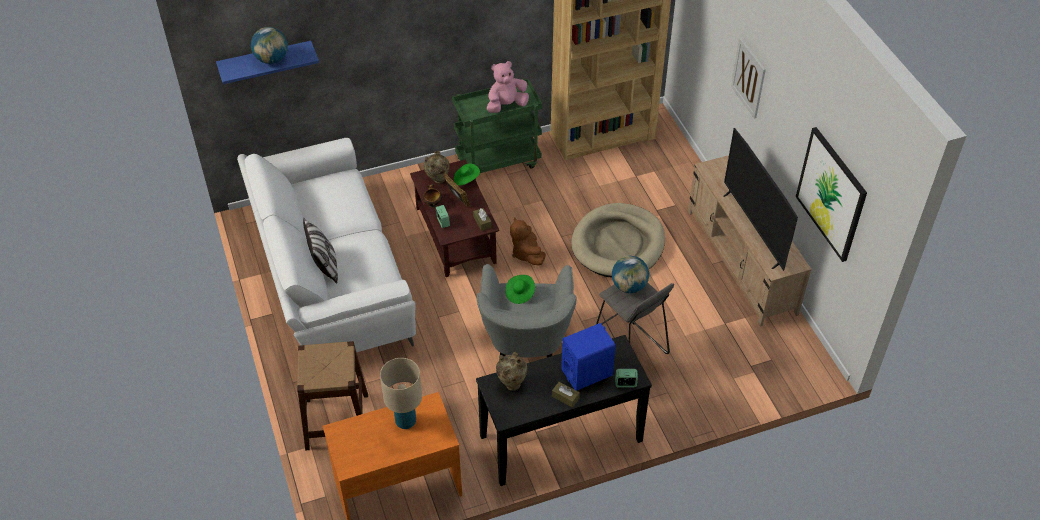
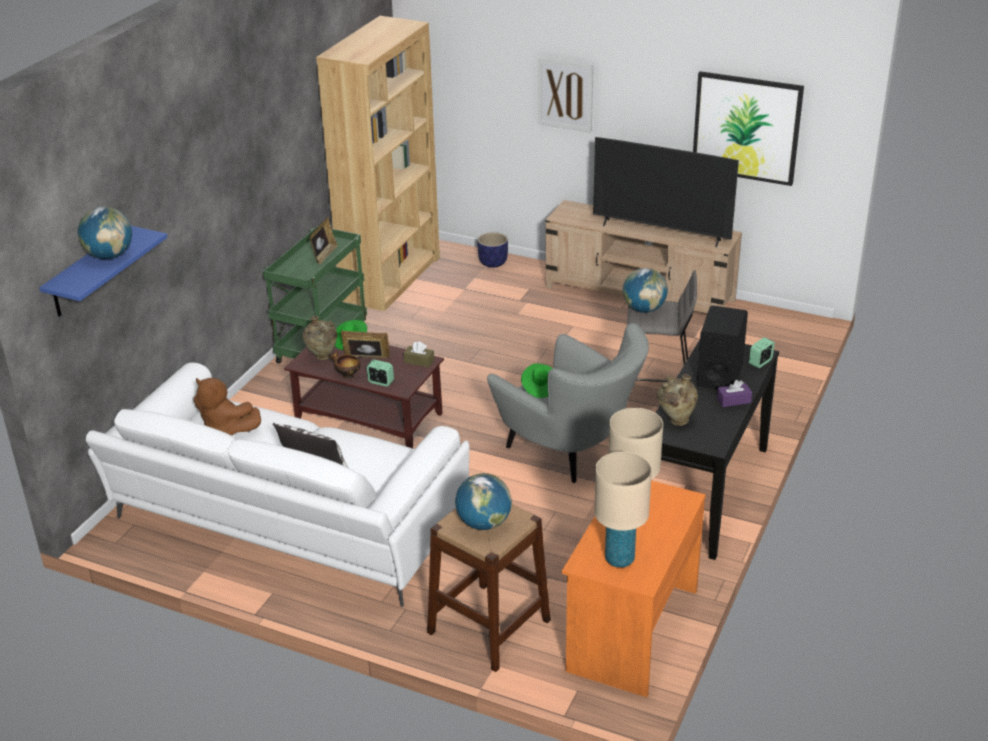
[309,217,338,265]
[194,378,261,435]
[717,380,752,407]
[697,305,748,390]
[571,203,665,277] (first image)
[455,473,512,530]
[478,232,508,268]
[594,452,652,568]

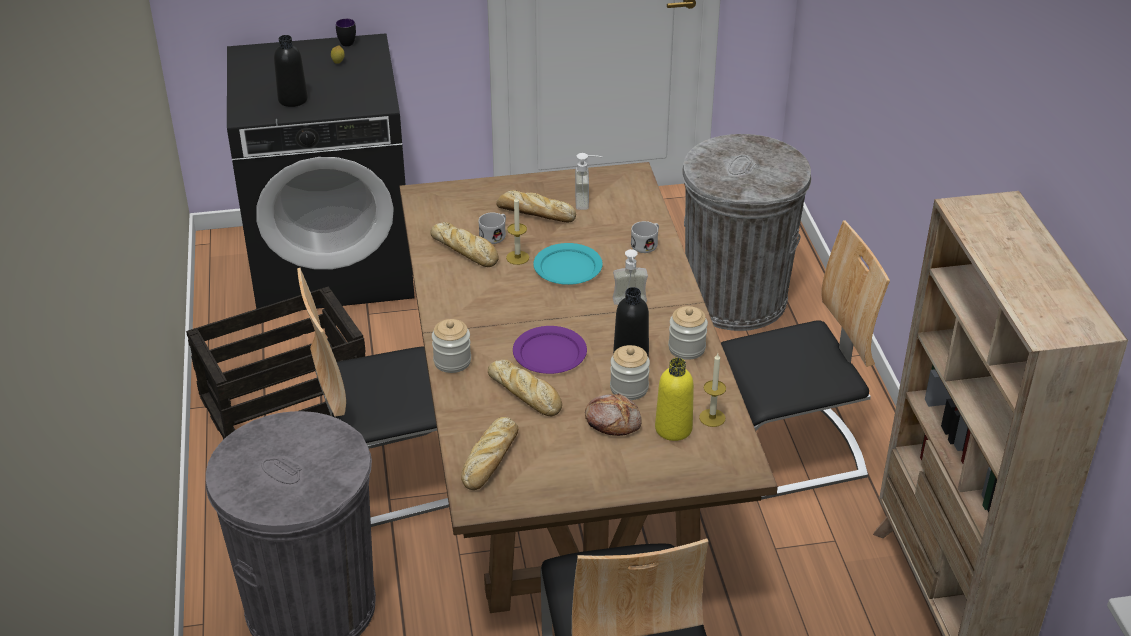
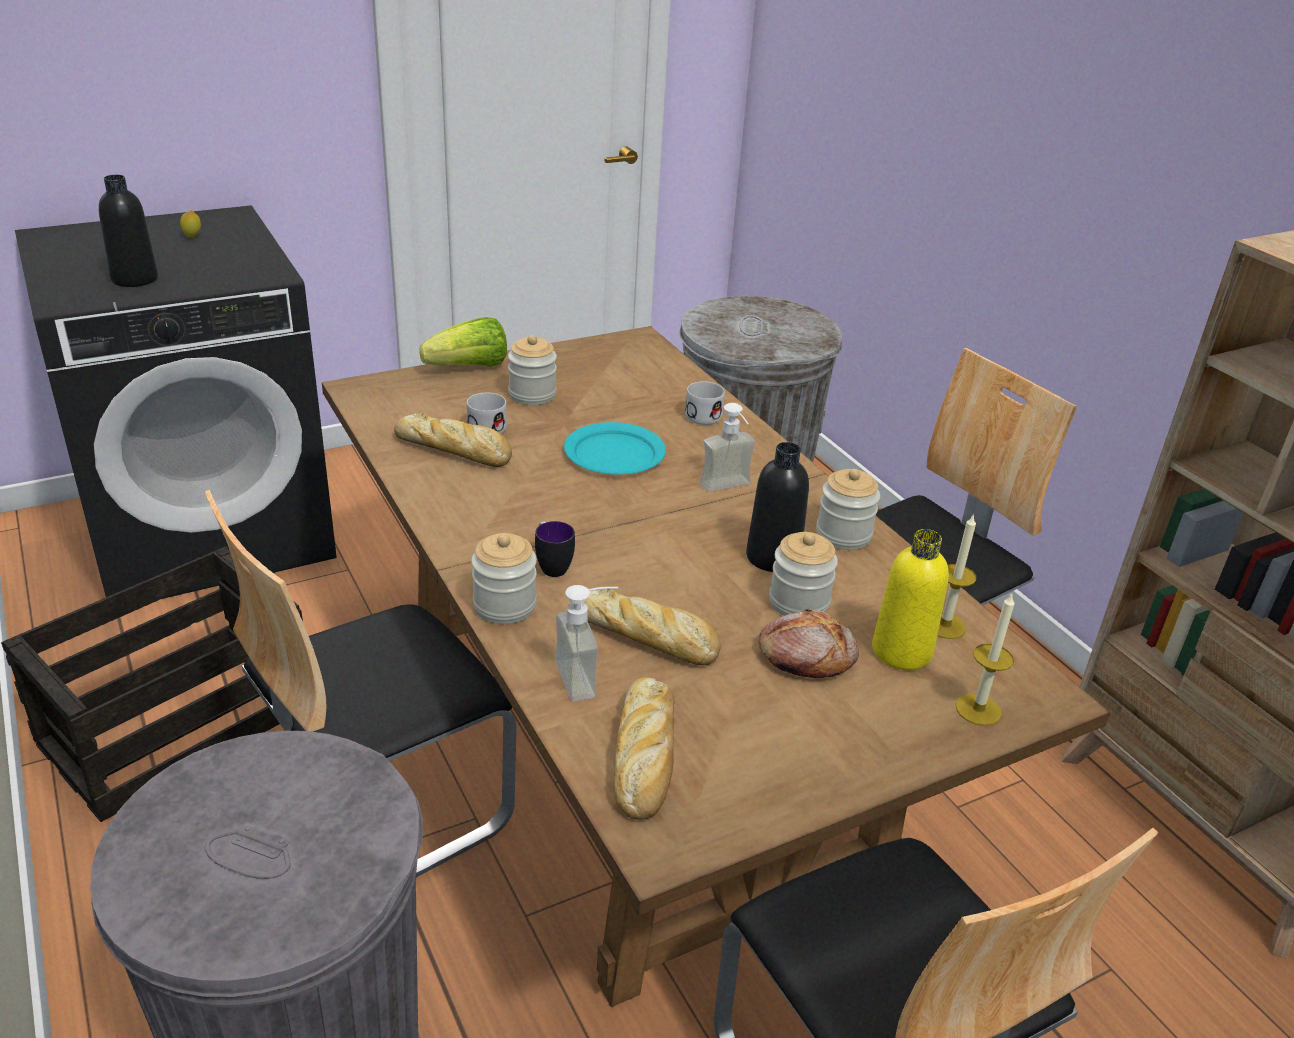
[535,521,575,577]
[508,335,557,405]
[956,592,1015,726]
[513,326,587,374] (first image)
[555,585,618,702]
[419,317,507,367]

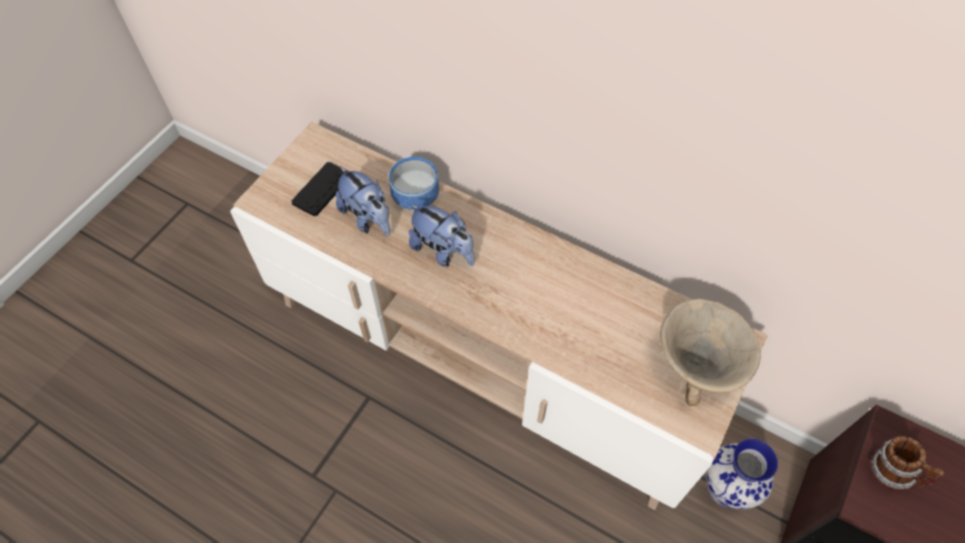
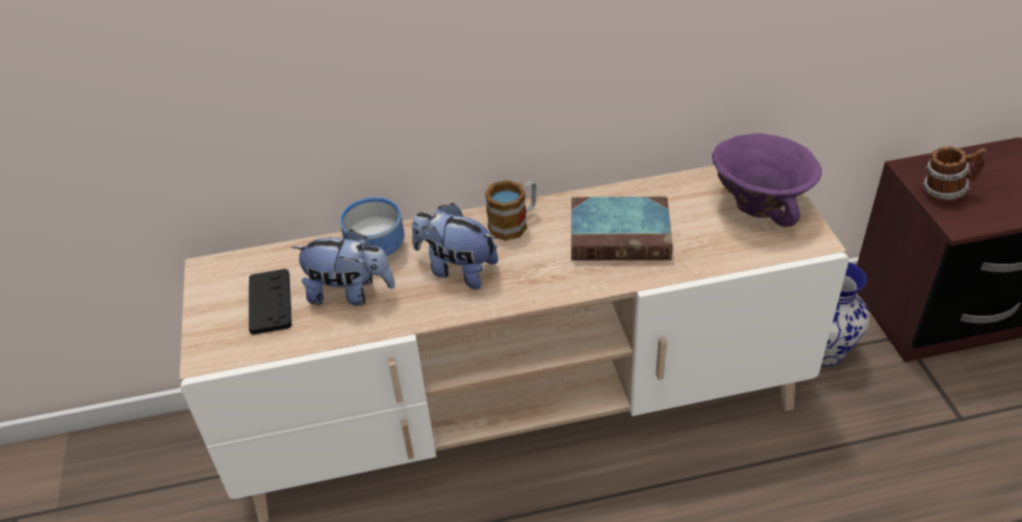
[412,203,498,289]
[712,133,822,227]
[485,180,537,241]
[571,197,673,260]

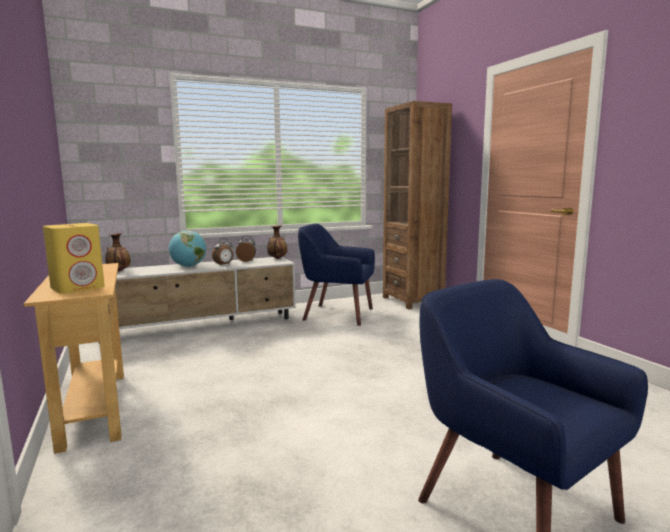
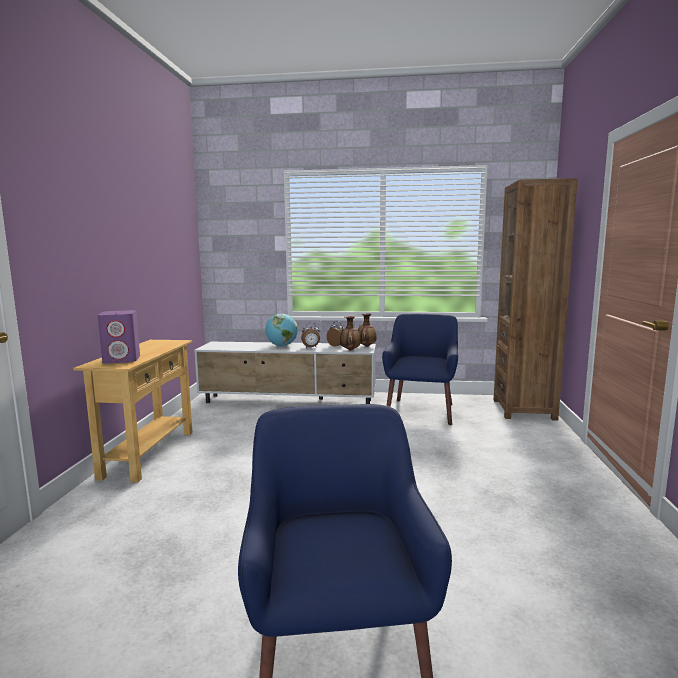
[98,310,140,364]
[340,316,361,351]
[382,313,458,425]

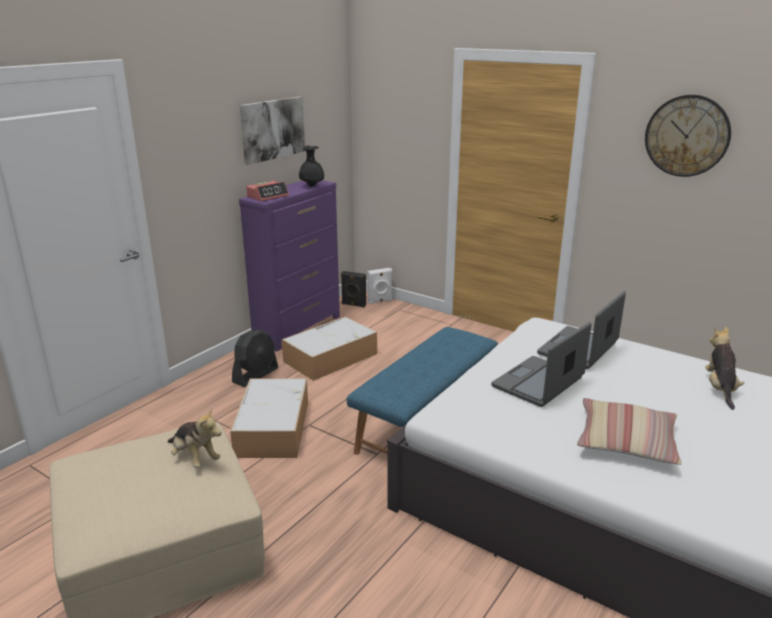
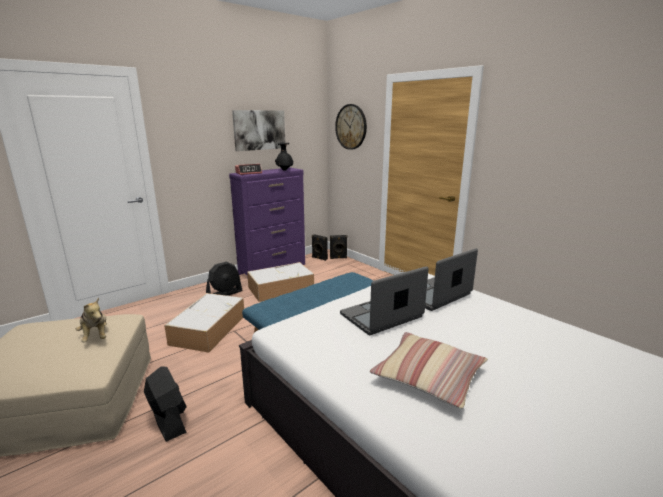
[330,235,347,259]
[335,104,367,150]
[705,327,744,410] (first image)
[144,367,187,442]

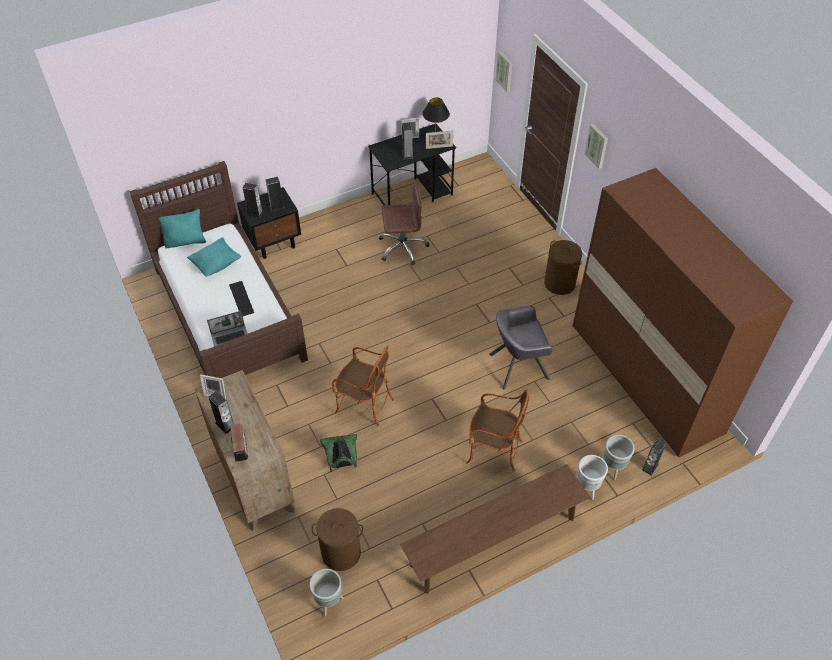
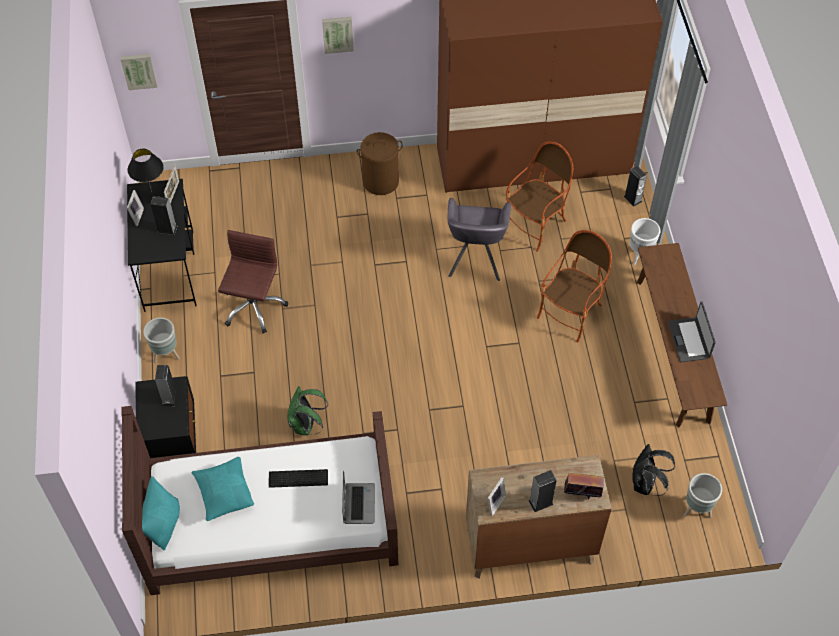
[243,183,263,218] (first image)
[632,444,675,496]
[287,386,328,435]
[506,141,573,252]
[143,318,180,363]
[668,301,716,362]

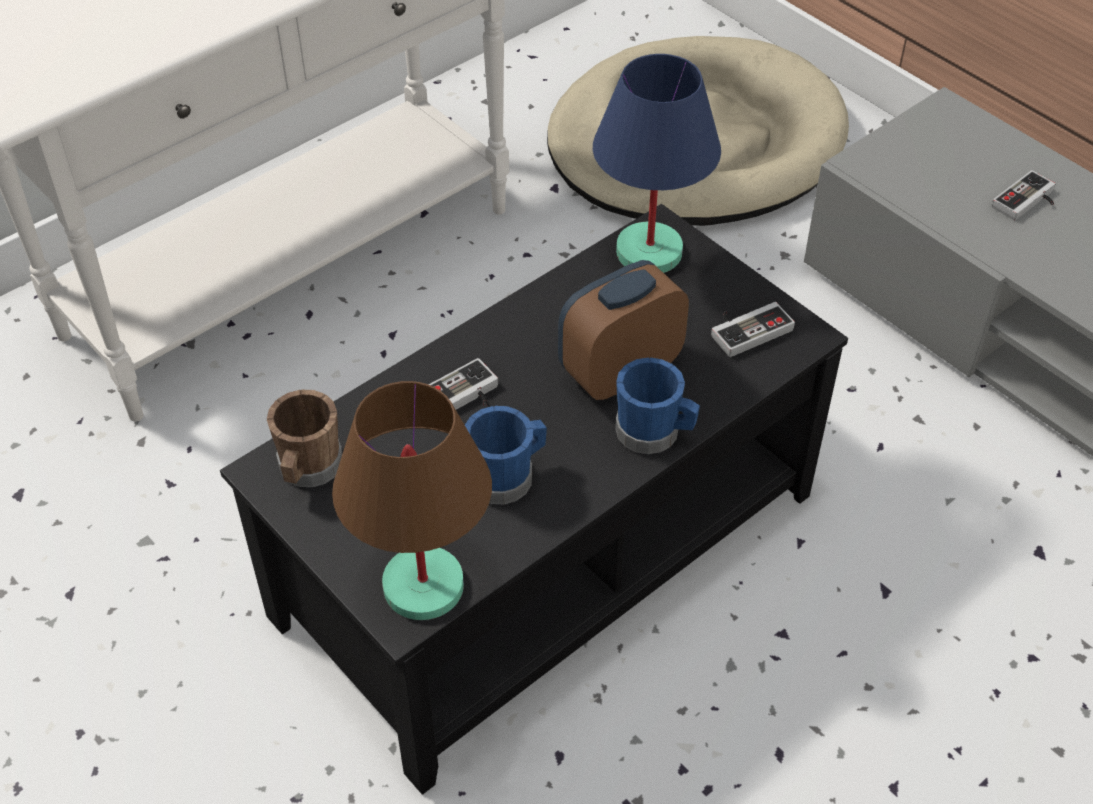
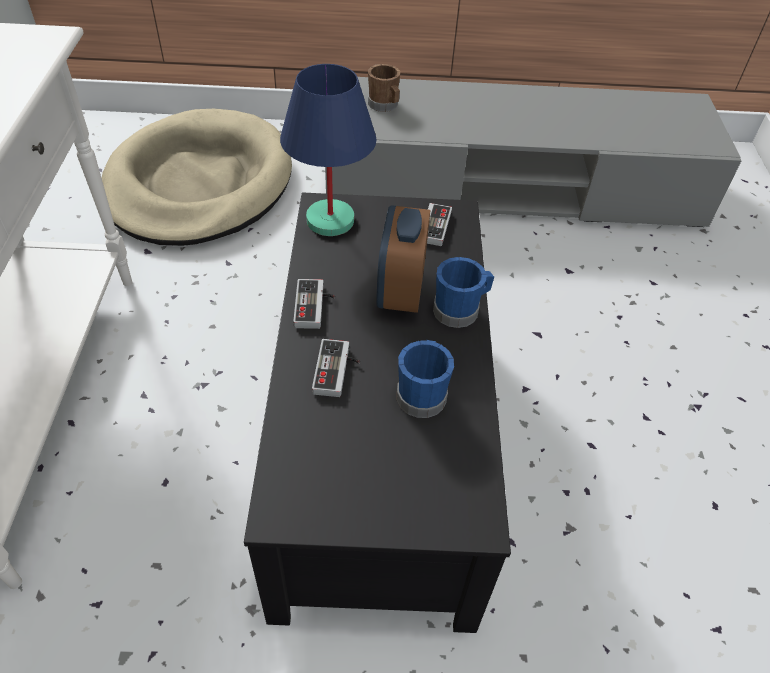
[368,64,400,112]
[332,381,492,620] (first image)
[293,279,335,329]

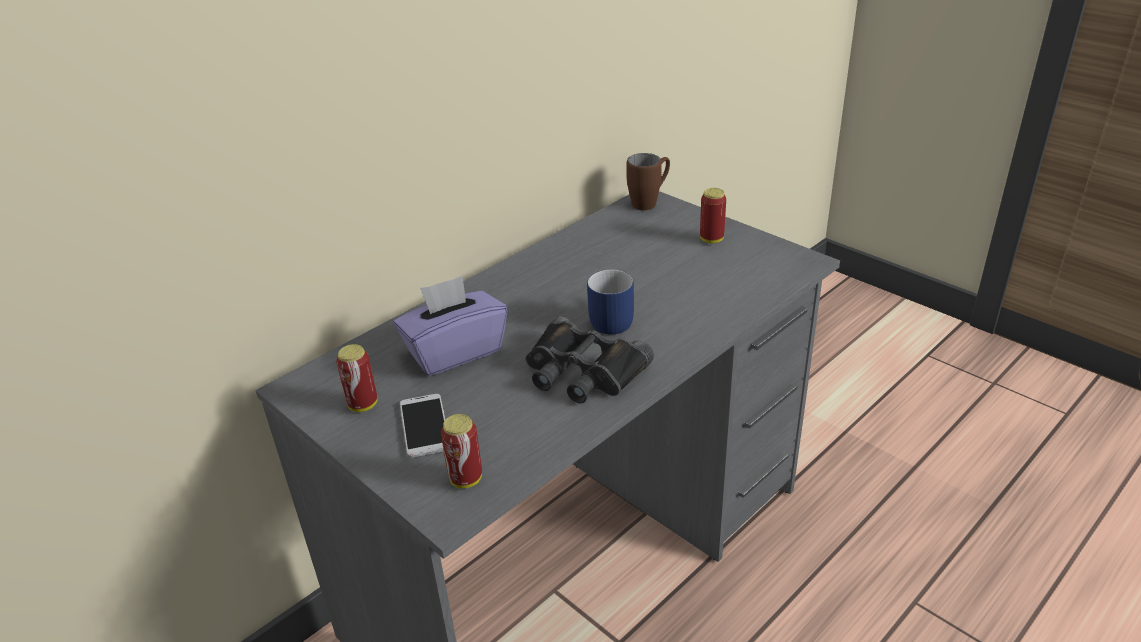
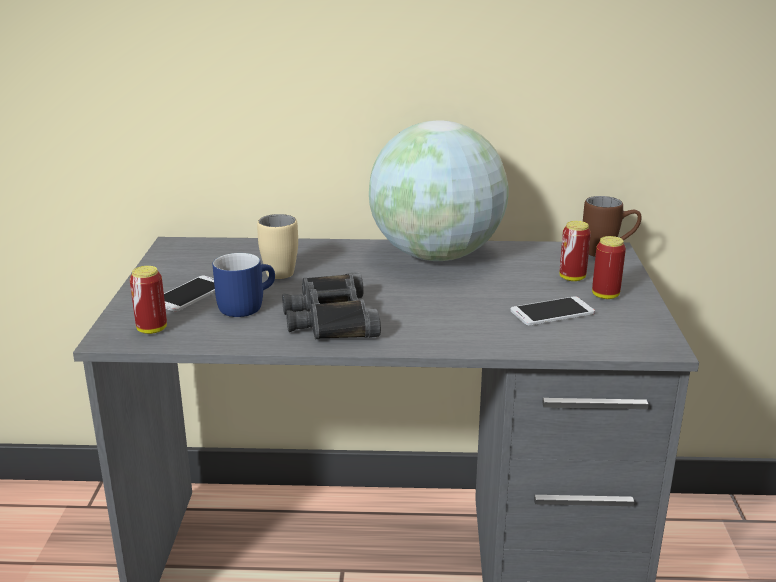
[559,221,591,281]
[257,214,298,279]
[212,253,275,317]
[369,120,509,261]
[510,296,595,326]

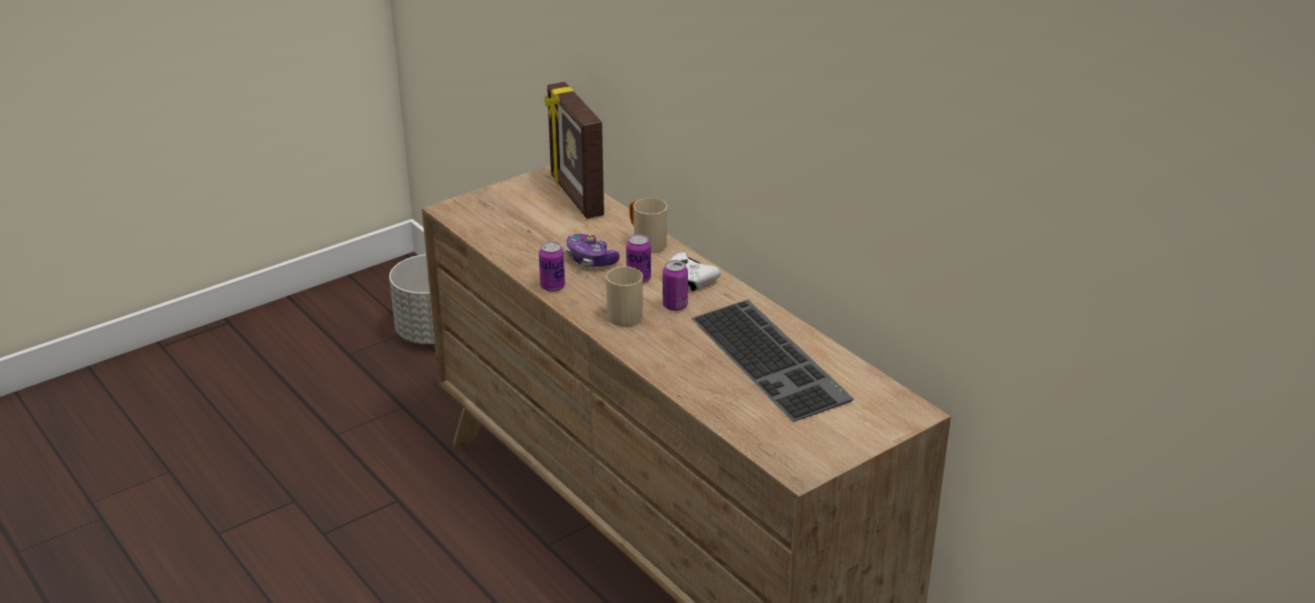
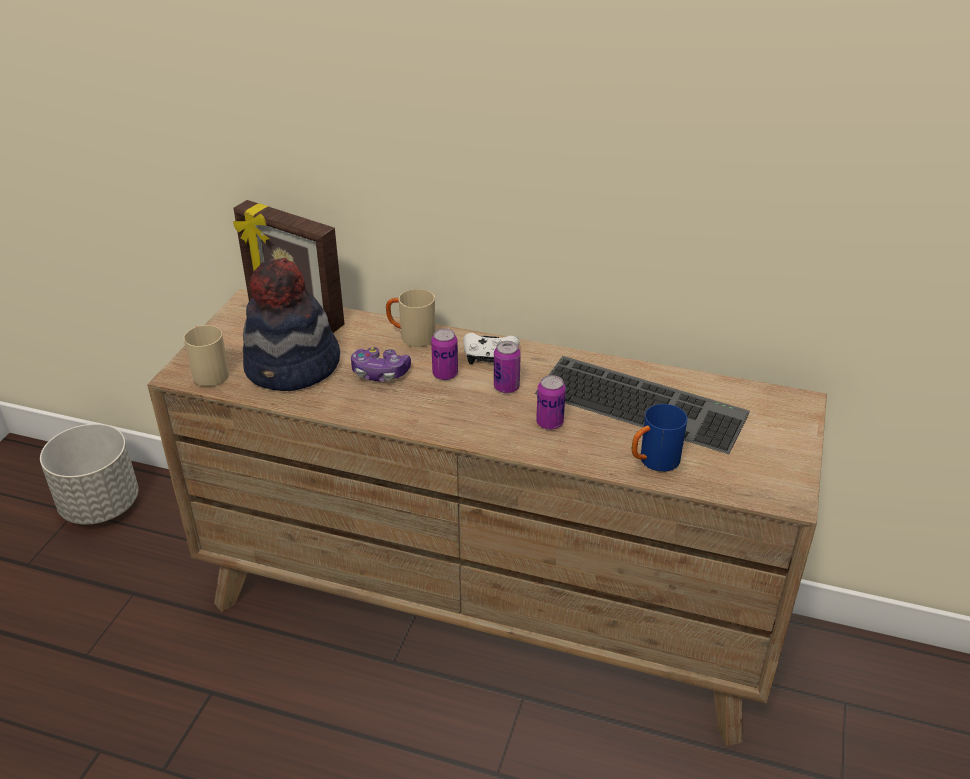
[536,375,566,430]
[184,325,229,386]
[243,258,340,391]
[632,404,687,472]

